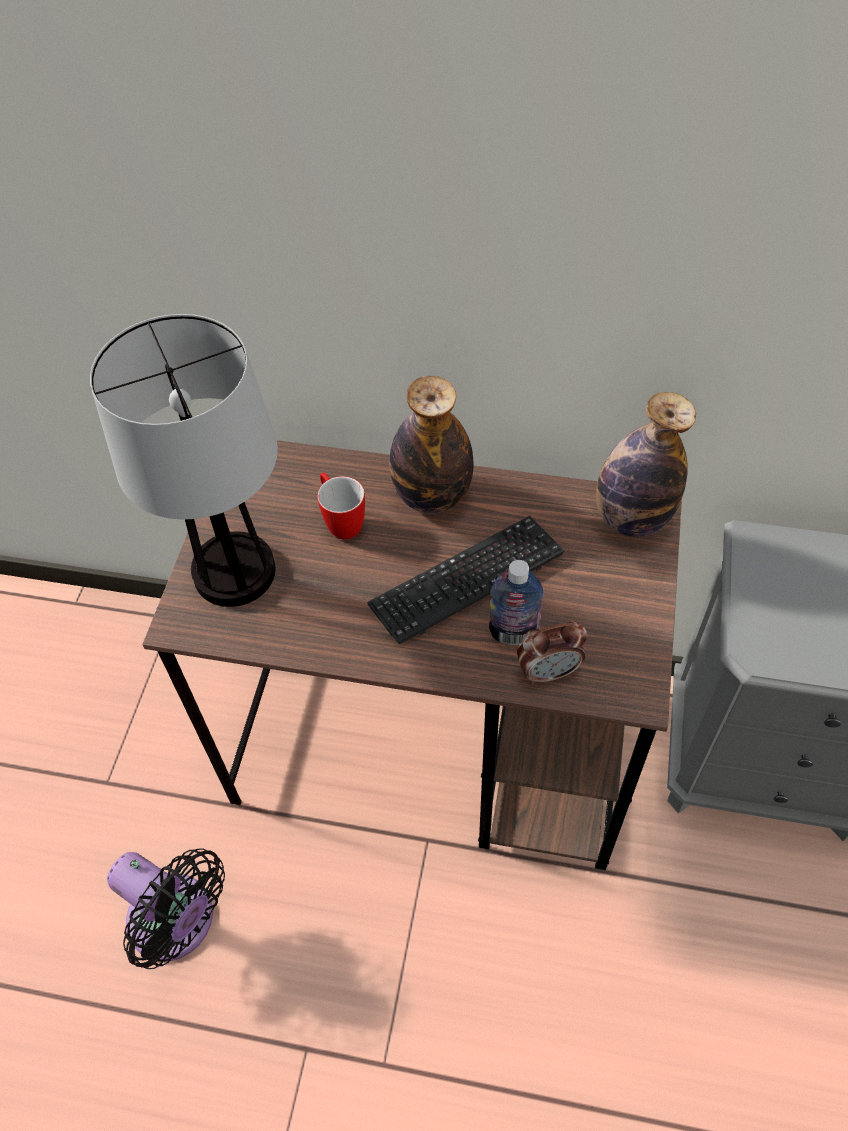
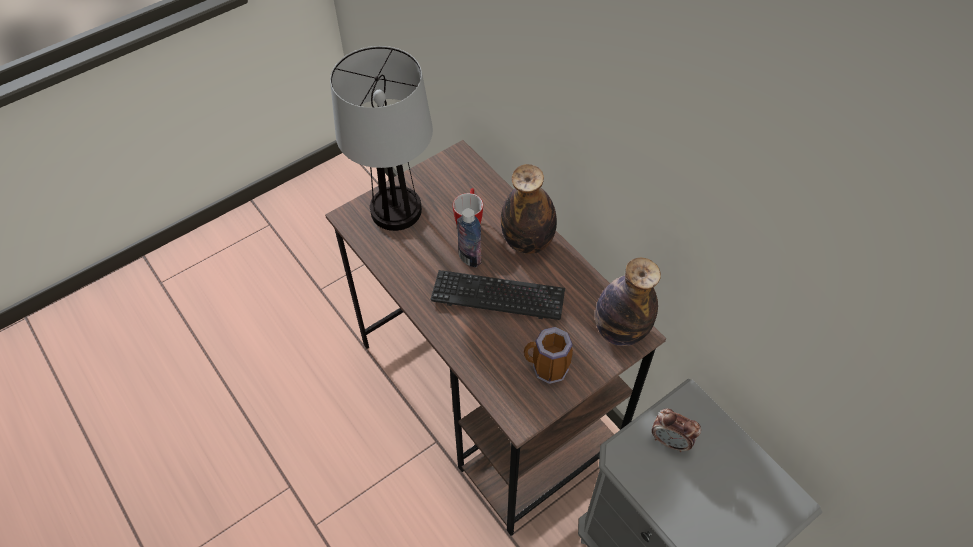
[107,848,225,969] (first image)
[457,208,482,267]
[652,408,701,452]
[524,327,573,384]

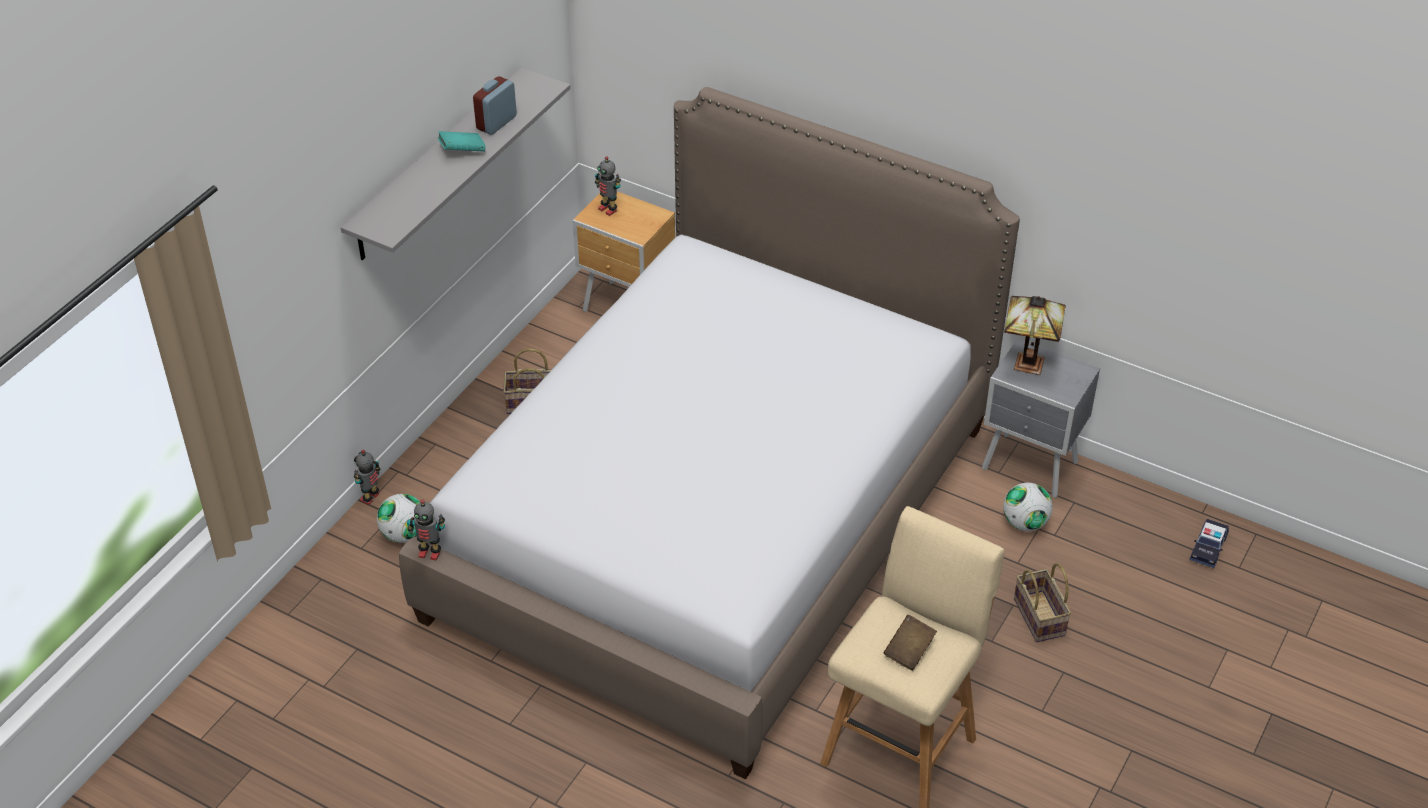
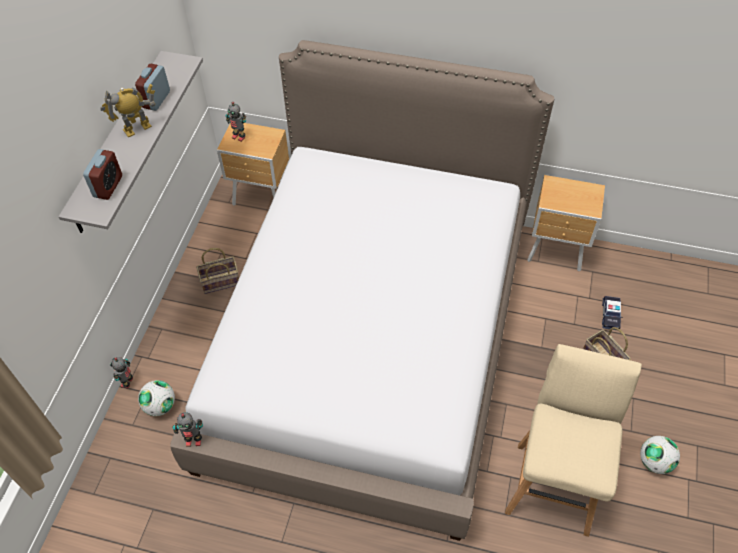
[100,84,155,137]
[884,615,937,671] (first image)
[527,175,605,271]
[640,436,680,474]
[1004,296,1066,375] (first image)
[602,296,622,330]
[83,149,122,200]

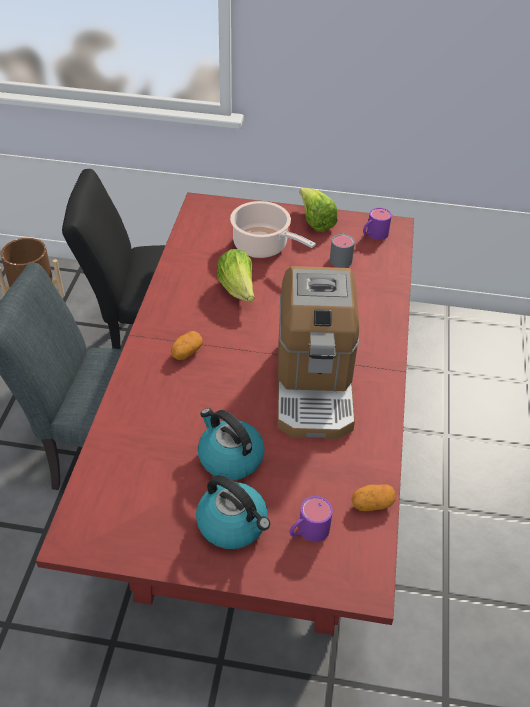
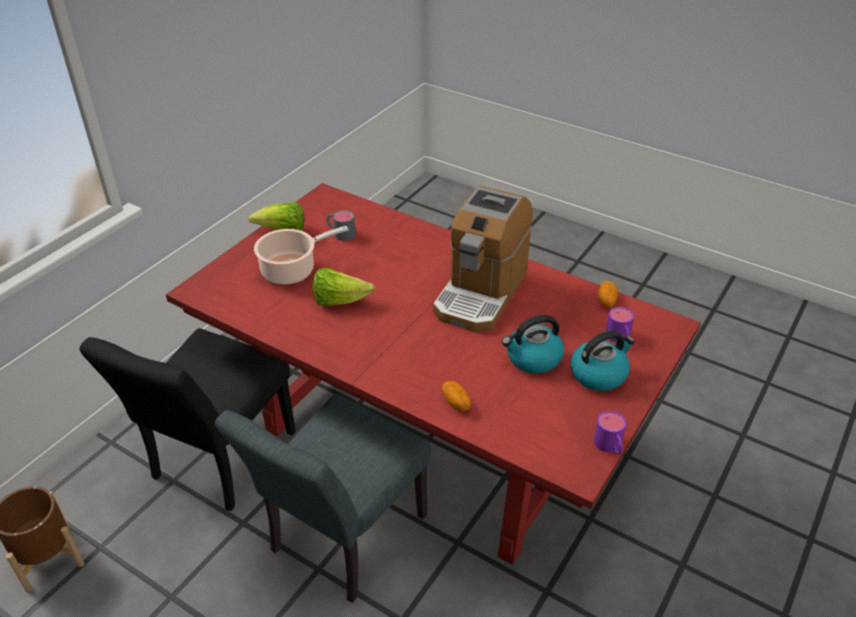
[442,381,471,411]
[433,186,533,332]
[594,411,626,455]

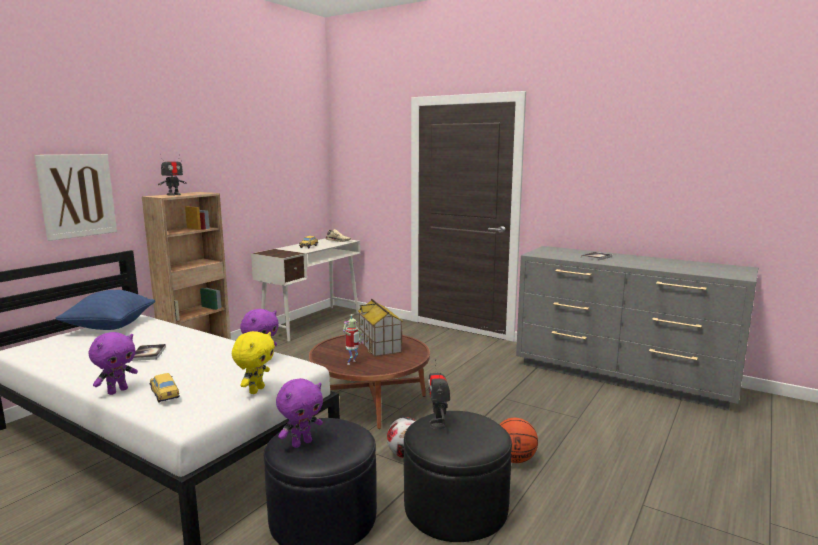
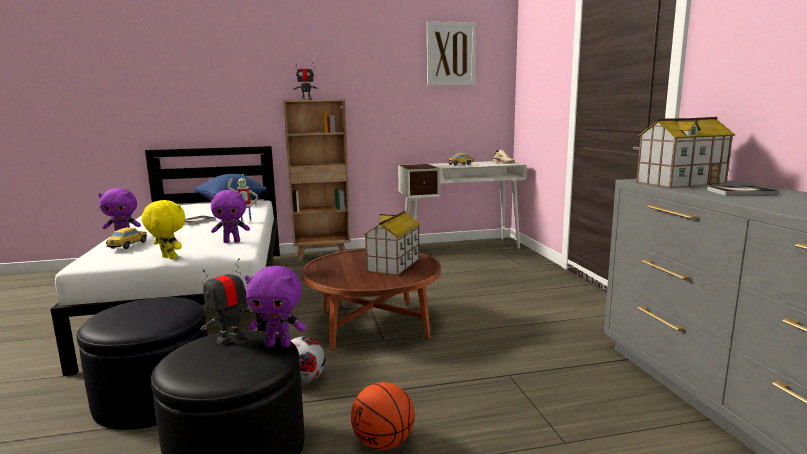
[427,21,476,86]
[142,200,185,260]
[245,266,306,347]
[227,174,258,222]
[636,117,735,188]

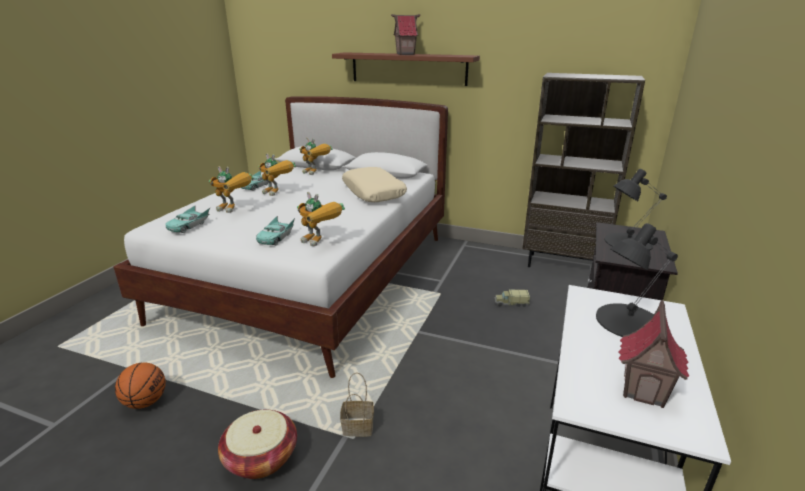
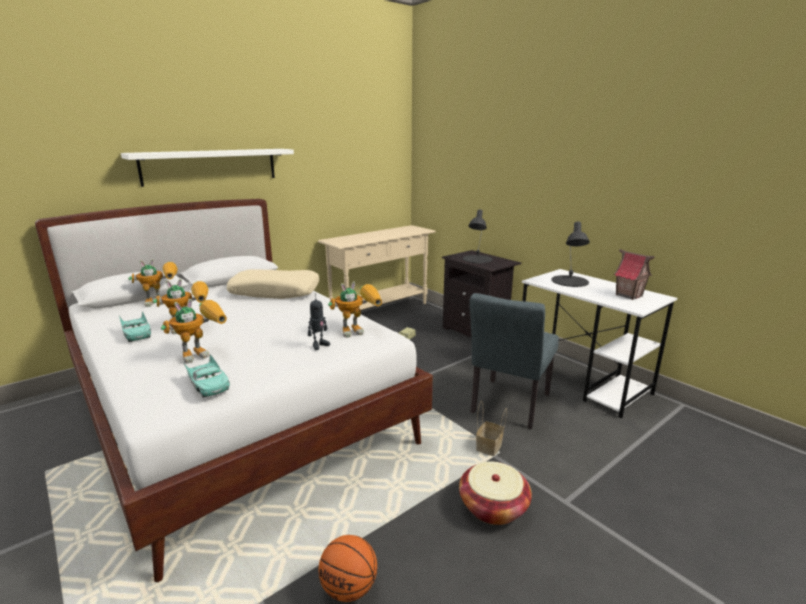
[308,293,330,350]
[121,149,294,187]
[391,14,420,55] (first image)
[318,225,436,310]
[469,293,559,429]

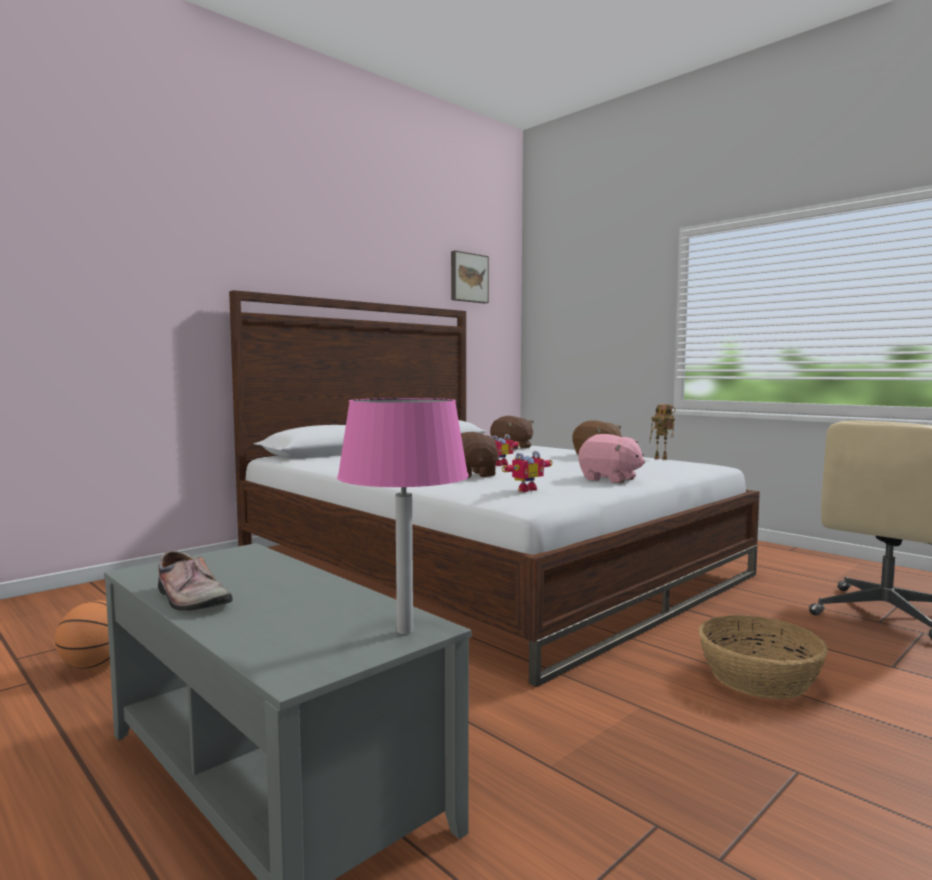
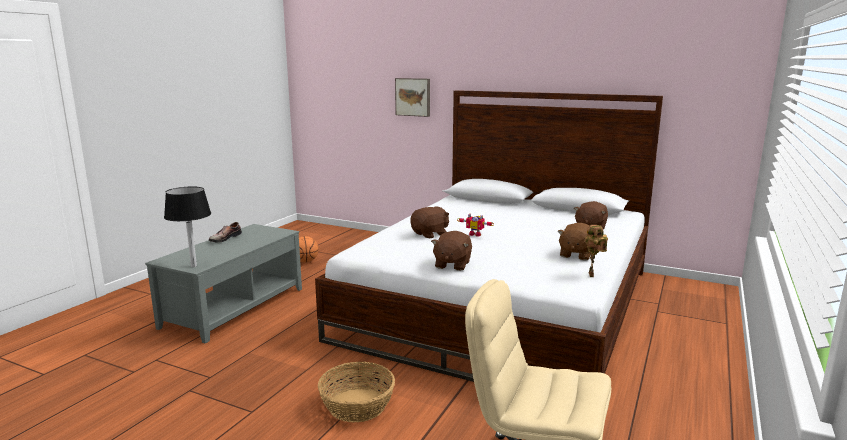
[164,187,211,267]
[395,78,430,117]
[502,451,552,492] (first image)
[431,231,472,271]

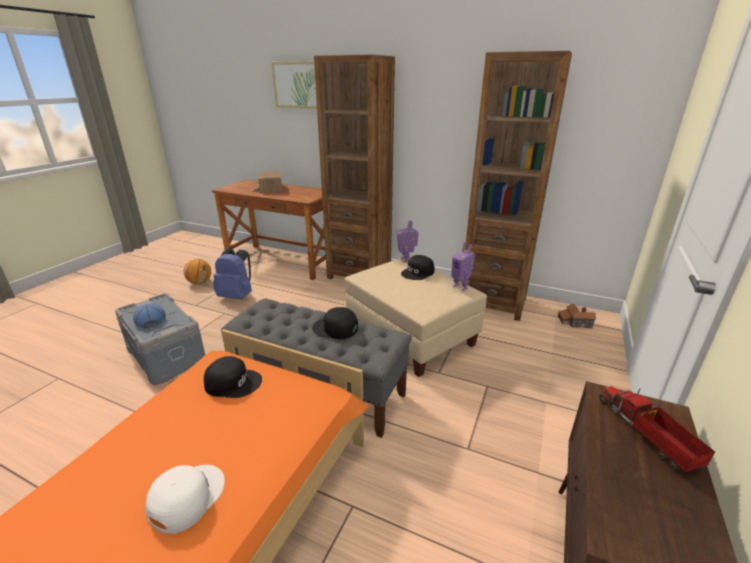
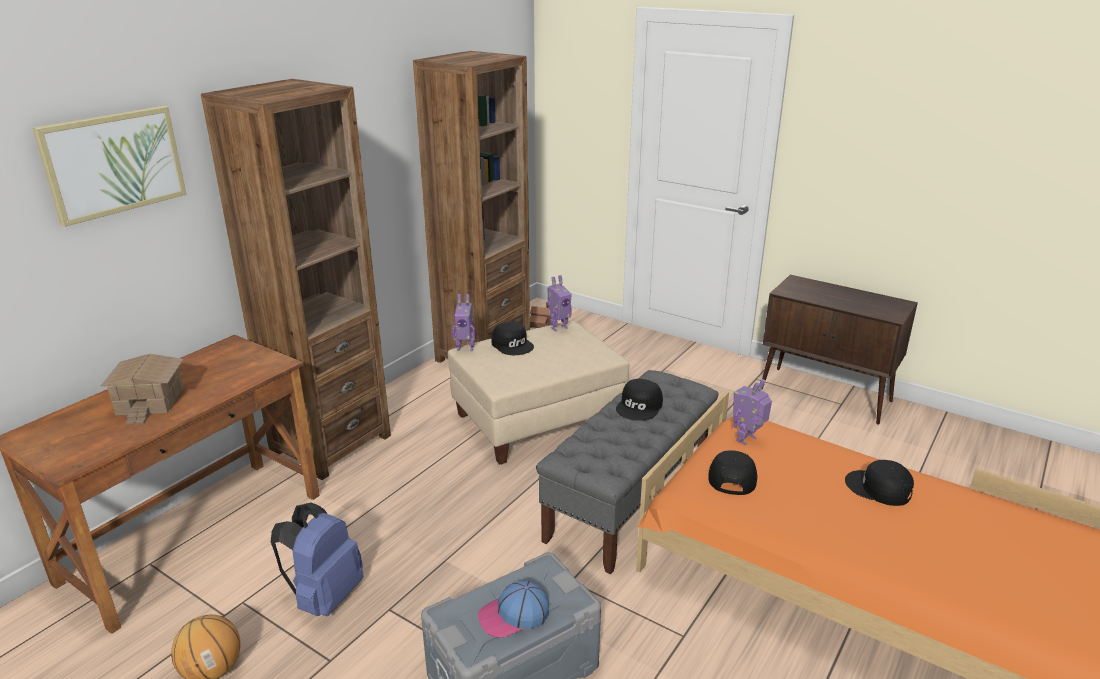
[845,460,914,506]
[599,386,715,472] (first image)
[733,379,772,446]

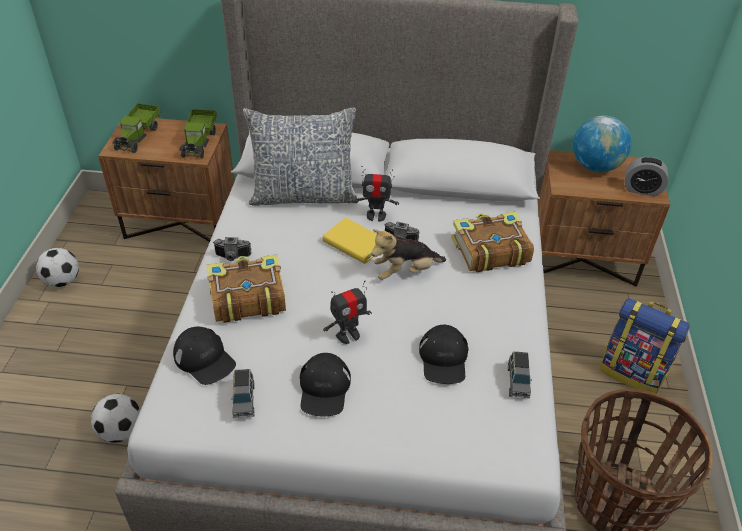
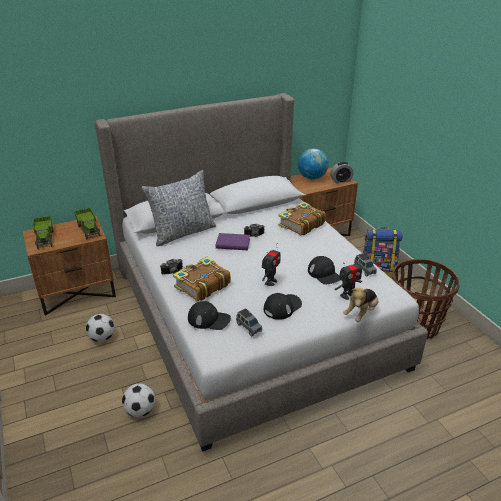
[86,314,115,342]
[264,293,302,320]
[216,233,250,250]
[335,258,362,300]
[343,288,378,322]

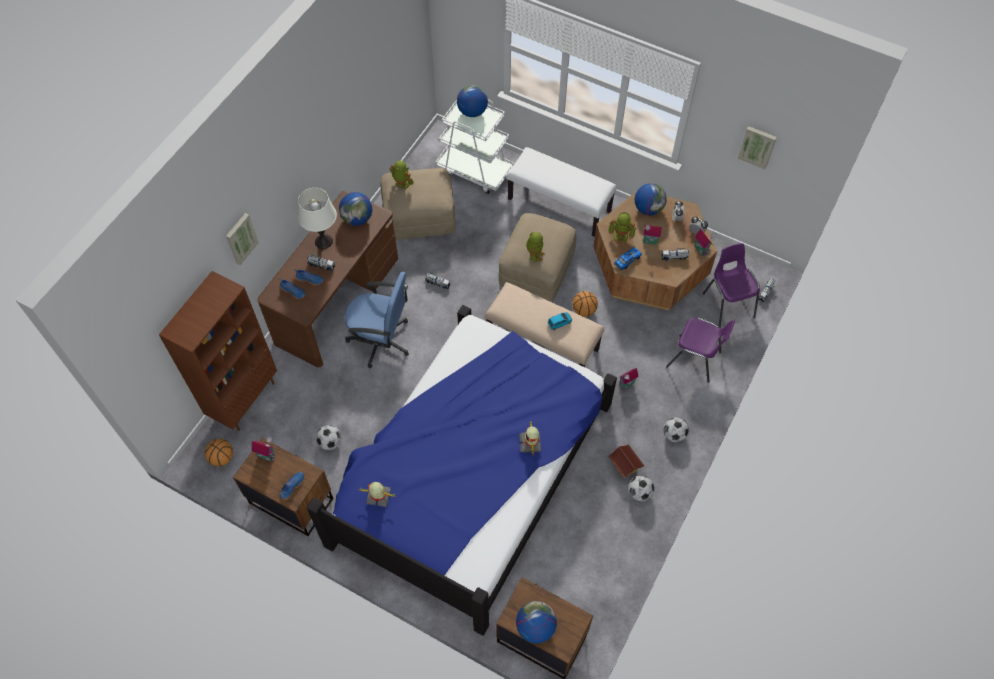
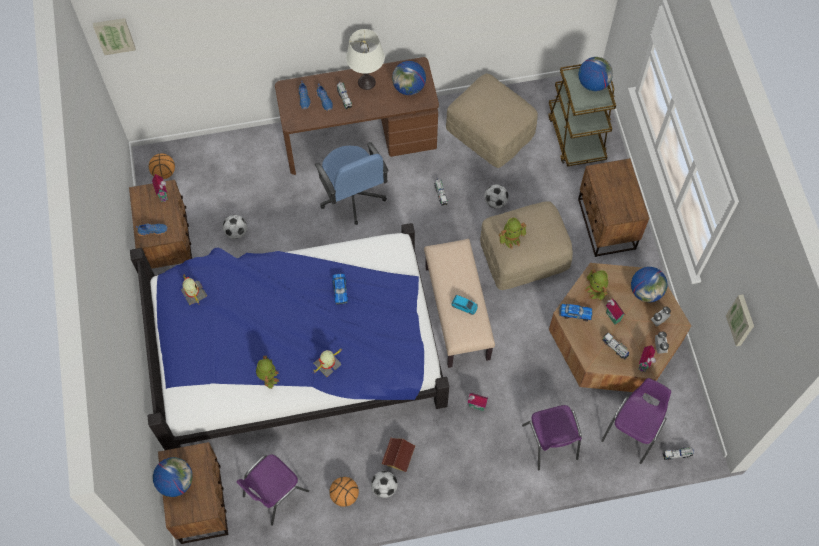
[159,271,277,431] (first image)
[93,18,136,55]
[256,356,279,389]
[548,64,616,167]
[578,158,649,257]
[329,477,359,507]
[484,184,509,208]
[236,454,309,526]
[332,274,348,304]

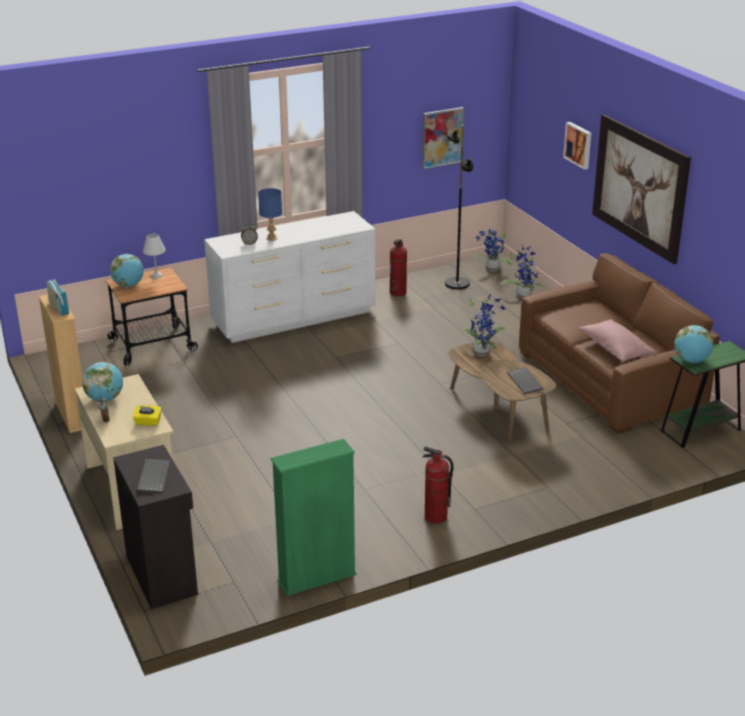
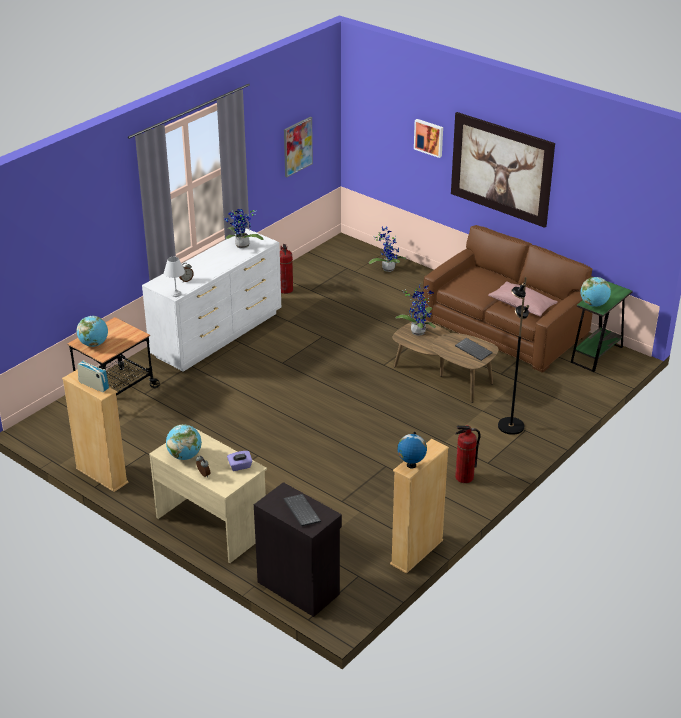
[227,451,253,471]
[164,256,185,297]
[258,188,282,241] (first image)
[390,439,449,574]
[498,277,529,435]
[224,209,263,249]
[397,432,427,468]

